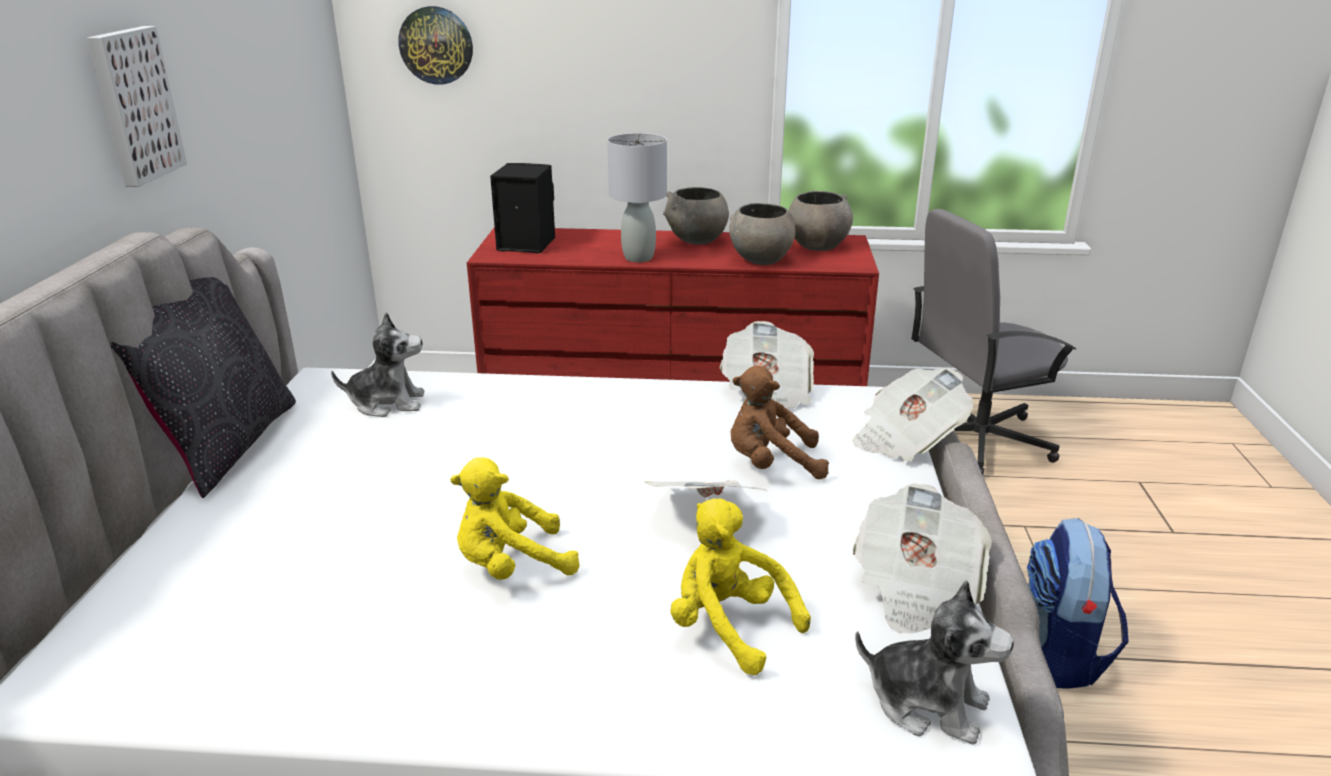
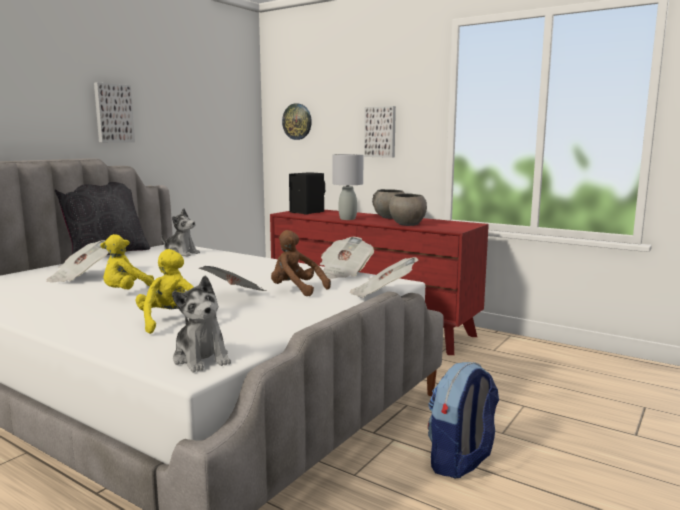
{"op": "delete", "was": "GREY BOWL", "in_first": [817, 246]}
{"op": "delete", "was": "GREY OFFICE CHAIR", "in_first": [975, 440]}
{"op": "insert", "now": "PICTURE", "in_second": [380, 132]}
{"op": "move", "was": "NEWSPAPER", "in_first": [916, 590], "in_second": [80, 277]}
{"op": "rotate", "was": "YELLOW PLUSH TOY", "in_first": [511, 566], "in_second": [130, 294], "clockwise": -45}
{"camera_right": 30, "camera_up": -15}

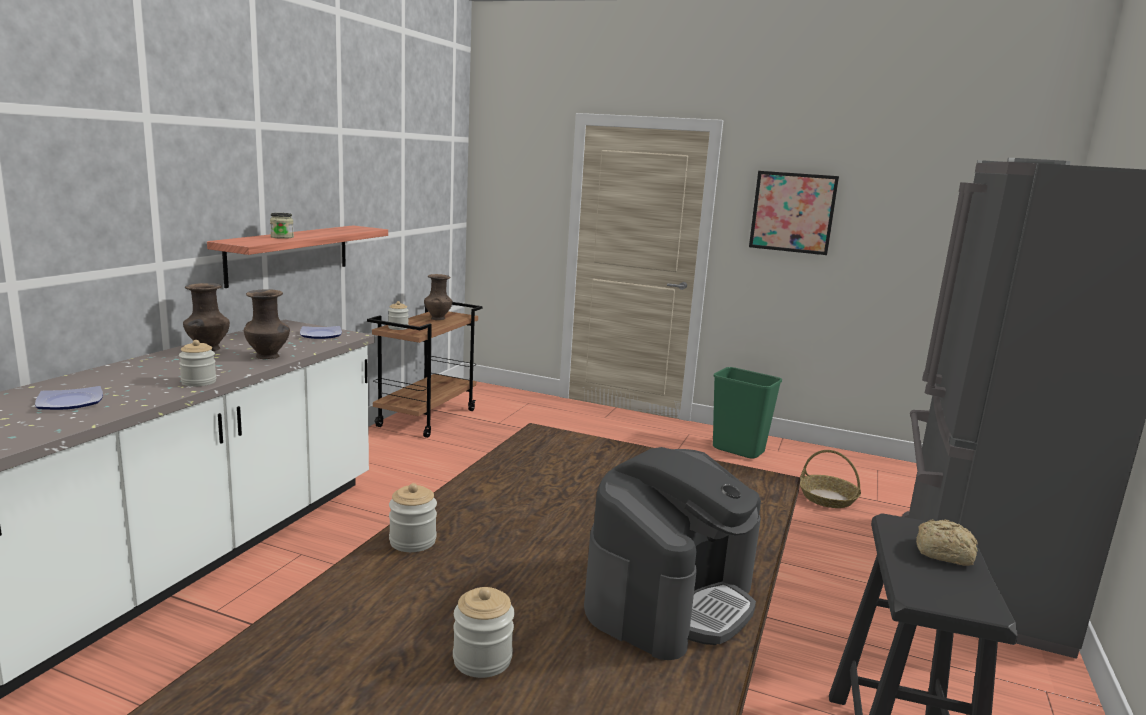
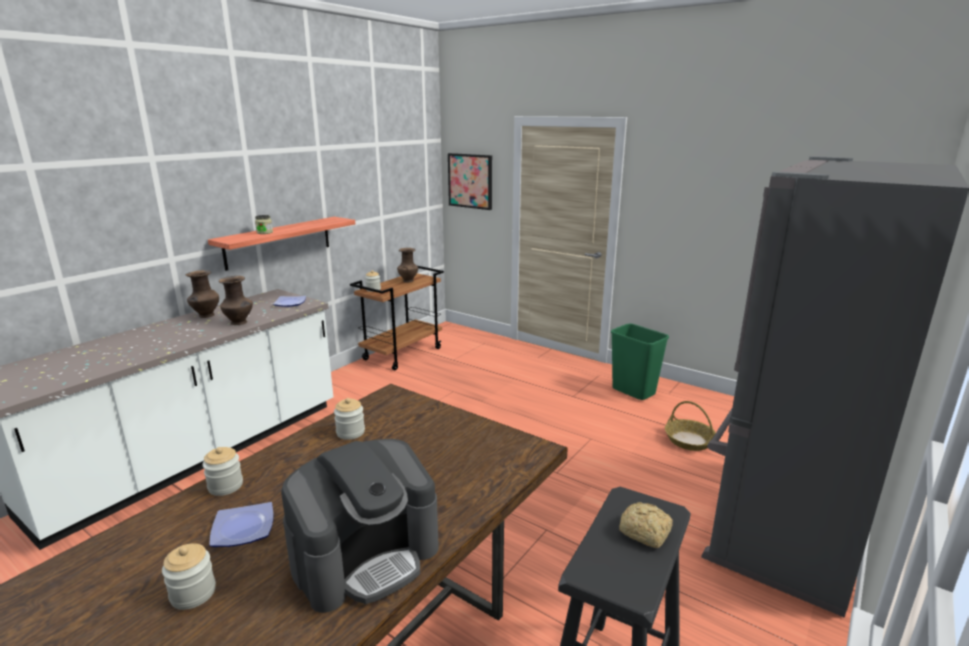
{"op": "move", "was": "PLATE", "in_first": [71, 403], "in_second": [244, 529]}
{"op": "move", "was": "JAR", "in_first": [199, 382], "in_second": [350, 432]}
{"op": "move", "was": "PICTURE", "in_first": [793, 212], "in_second": [470, 181]}
{"camera_right": 15, "camera_up": 5}

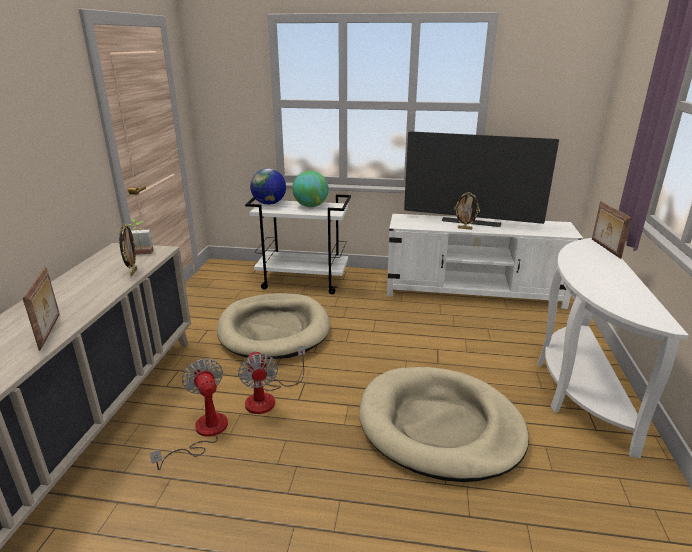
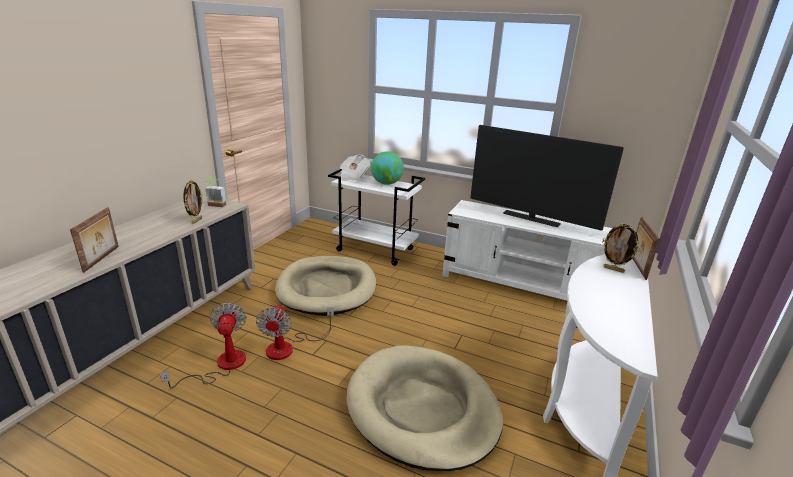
{"op": "move", "was": "PICTURE FRAME", "in_first": [465, 228], "in_second": [613, 269]}
{"op": "replace", "was": "GLOBE", "now": "NEWSPAPER", "in_first": [269, 204], "in_second": [353, 177]}
{"camera_right": 15, "camera_up": 0}

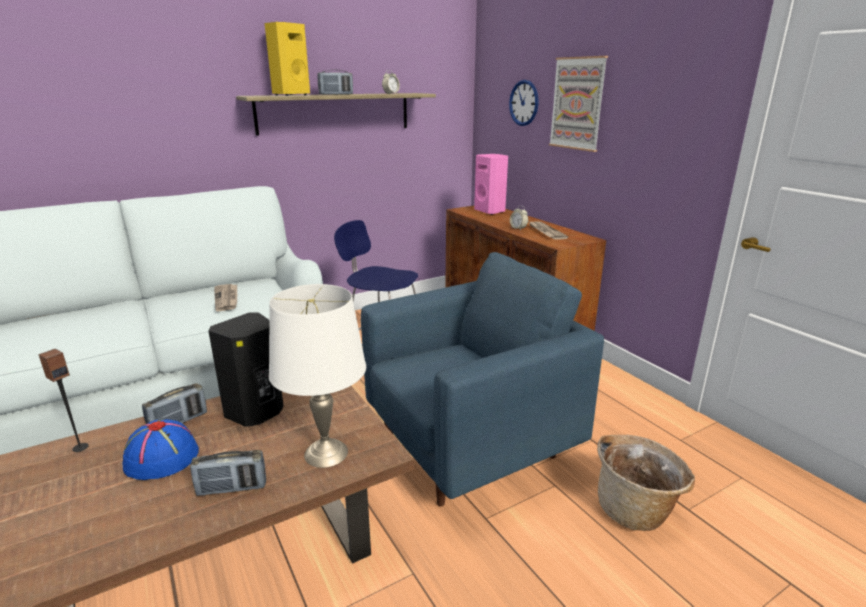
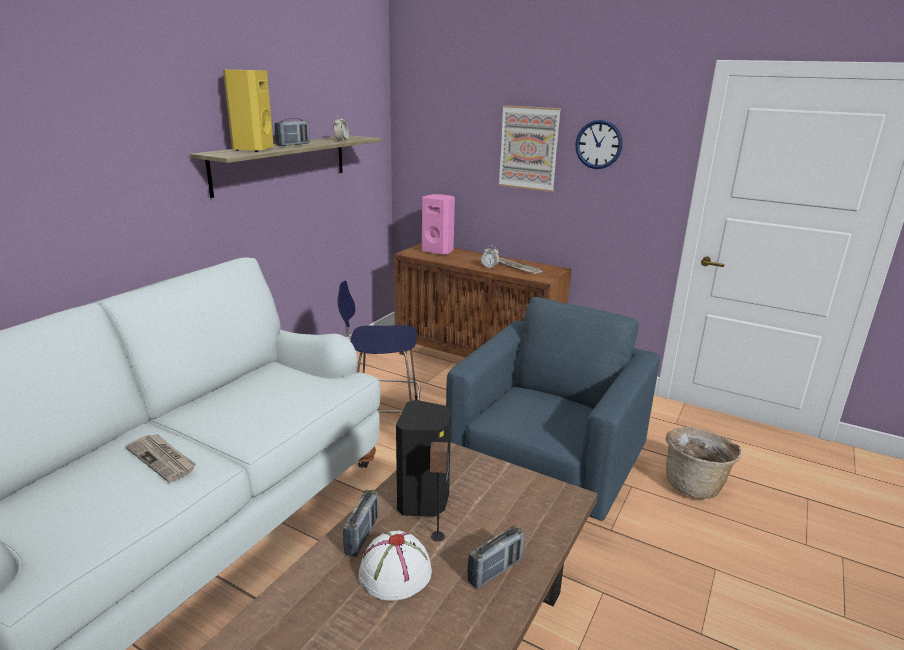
{"op": "delete", "was": "WHITE TABLE LAMP", "in_first": [327, 453]}
{"op": "move", "was": "SPEAKER", "in_first": [80, 447], "in_second": [437, 536]}
{"op": "move", "was": "NEWSPAPER", "in_first": [227, 298], "in_second": [162, 459]}
{"op": "move", "was": "WALL CLOCK", "in_first": [524, 103], "in_second": [598, 144]}
{"op": "recolor", "was": "BLUE HAT", "now": "WHITE HAT", "in_first": [161, 458], "in_second": [394, 573]}
{"camera_right": -30, "camera_up": 0}

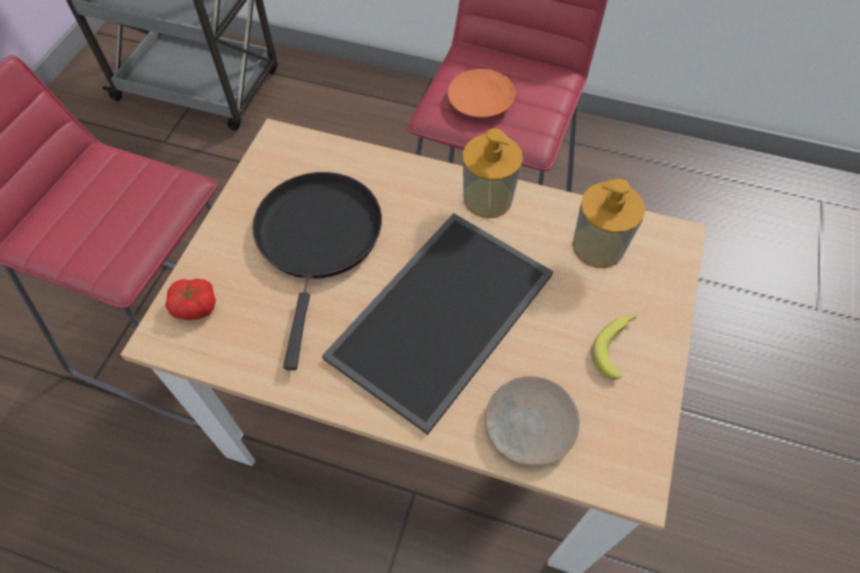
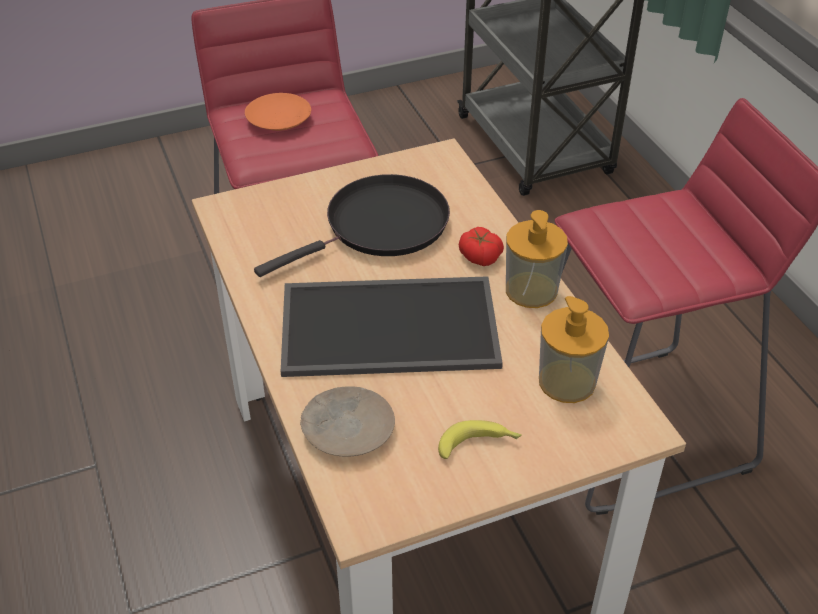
{"op": "move", "was": "TOMATO", "in_first": [195, 306], "in_second": [480, 256]}
{"op": "move", "was": "ORANGE PLATE", "in_first": [481, 100], "in_second": [279, 119]}
{"camera_right": 50, "camera_up": -15}

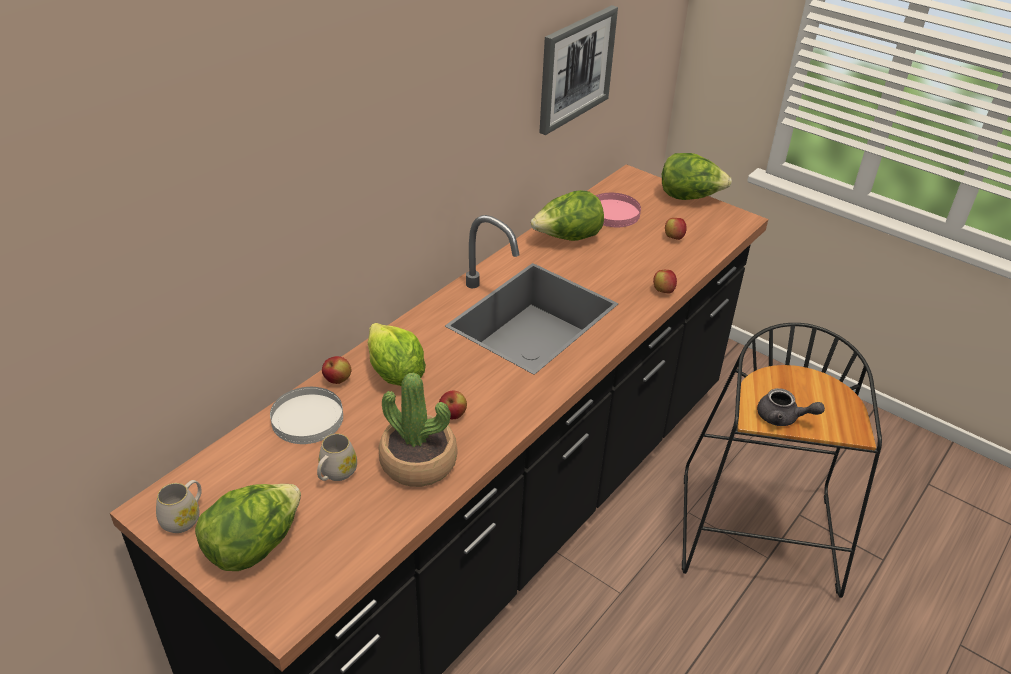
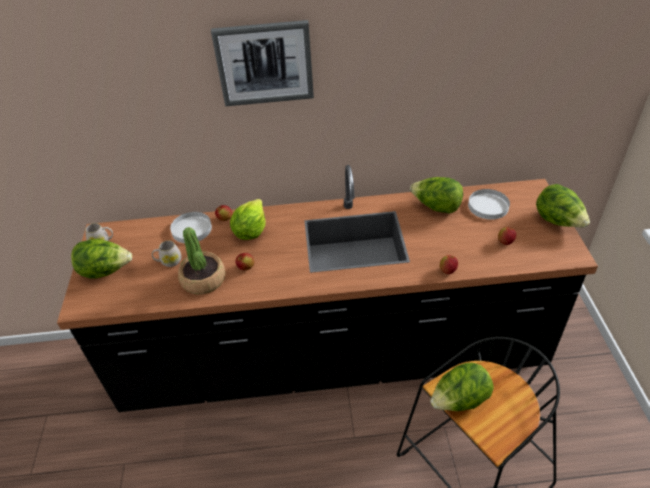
{"op": "move", "was": "PICTURE", "in_first": [575, 68], "in_second": [264, 63]}
{"op": "replace", "was": "GREY TEAPOT", "now": "LETTUCE", "in_first": [783, 418], "in_second": [459, 400]}
{"op": "recolor", "was": "PINK PLATE", "now": "WHITE PLATE", "in_first": [613, 213], "in_second": [488, 206]}
{"camera_right": 50, "camera_up": 5}

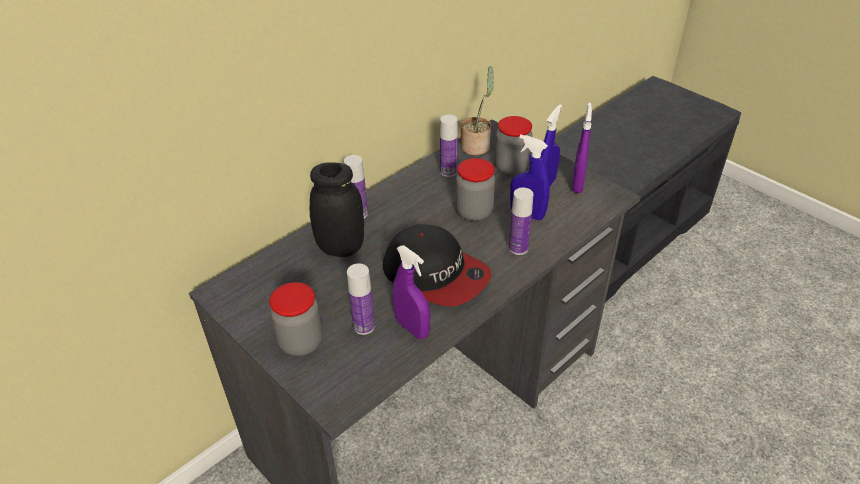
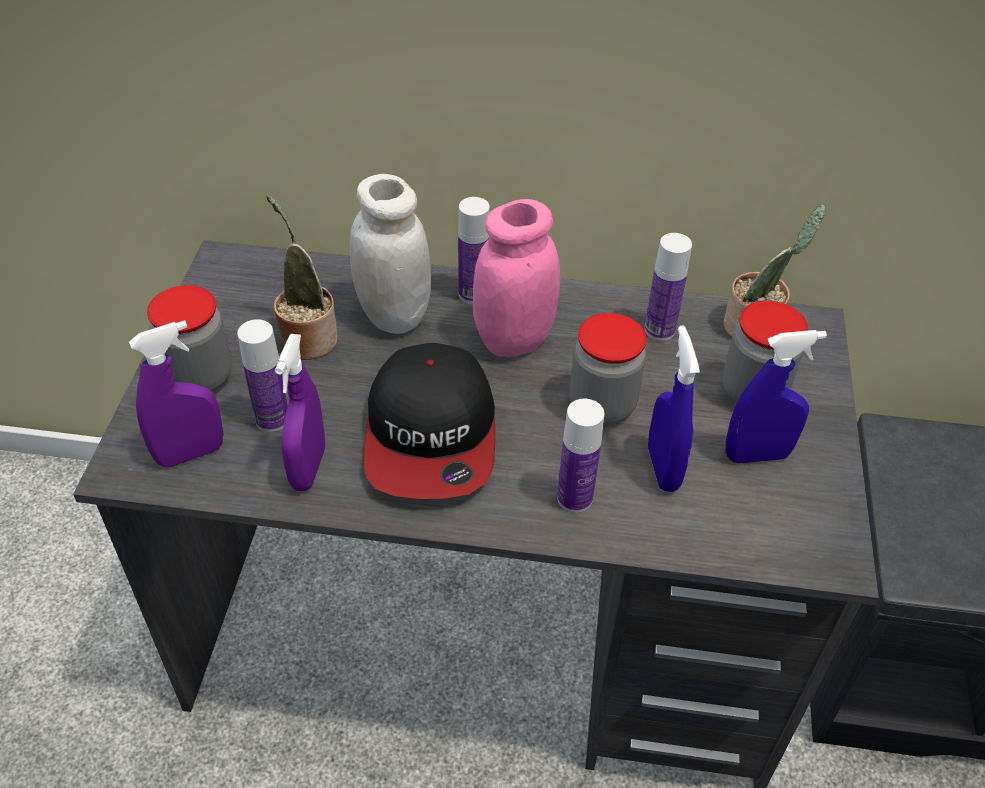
{"op": "insert", "now": "POTTED PLANT", "in_second": [307, 337]}
{"op": "insert", "now": "PINK JAR", "in_second": [514, 339]}
{"op": "move", "was": "PURPLE SPRAY BOTTLE", "in_first": [577, 184], "in_second": [190, 453]}
{"op": "recolor", "was": "BLACK JAR", "now": "WHITE JAR", "in_first": [341, 247], "in_second": [393, 315]}
{"camera_right": 50, "camera_up": 5}

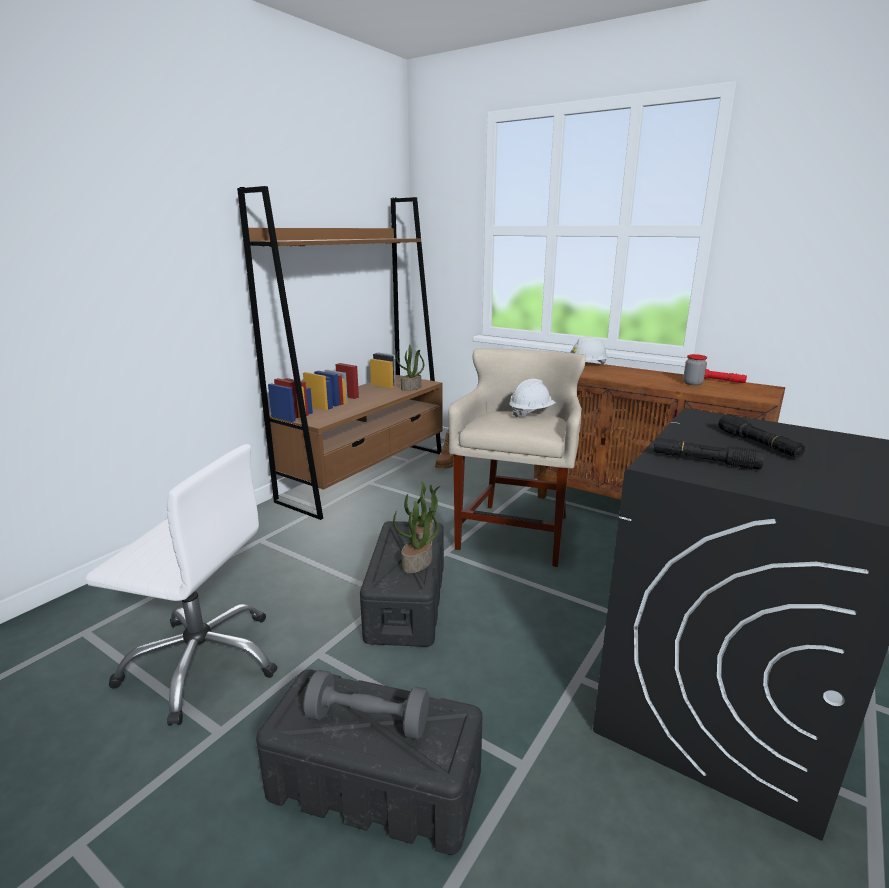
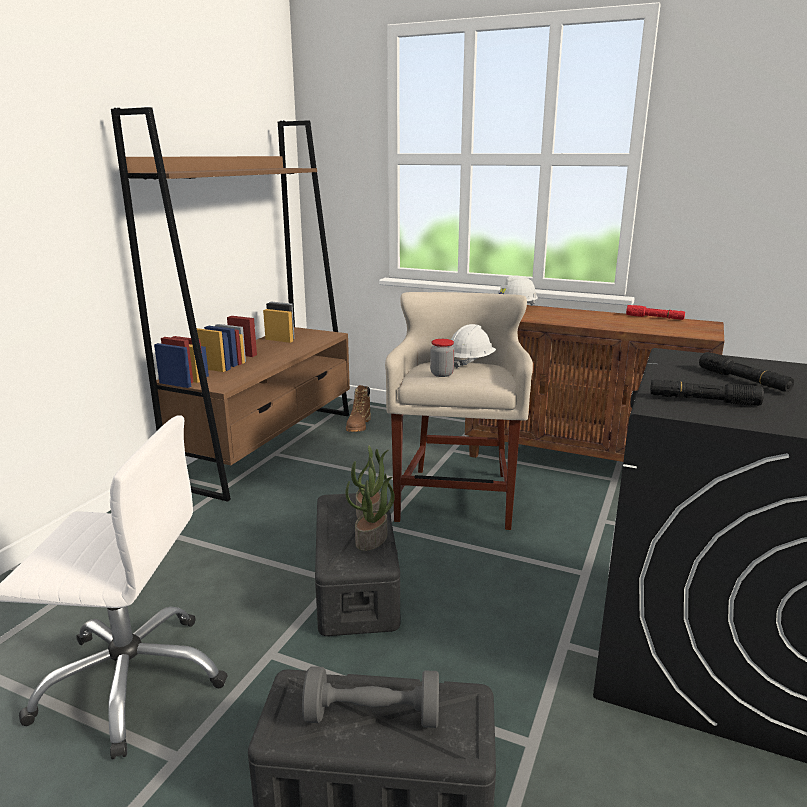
{"op": "delete", "was": "POTTED PLANT", "in_first": [411, 388]}
{"op": "move", "was": "JAR", "in_first": [692, 383], "in_second": [442, 374]}
{"camera_right": -10, "camera_up": 0}

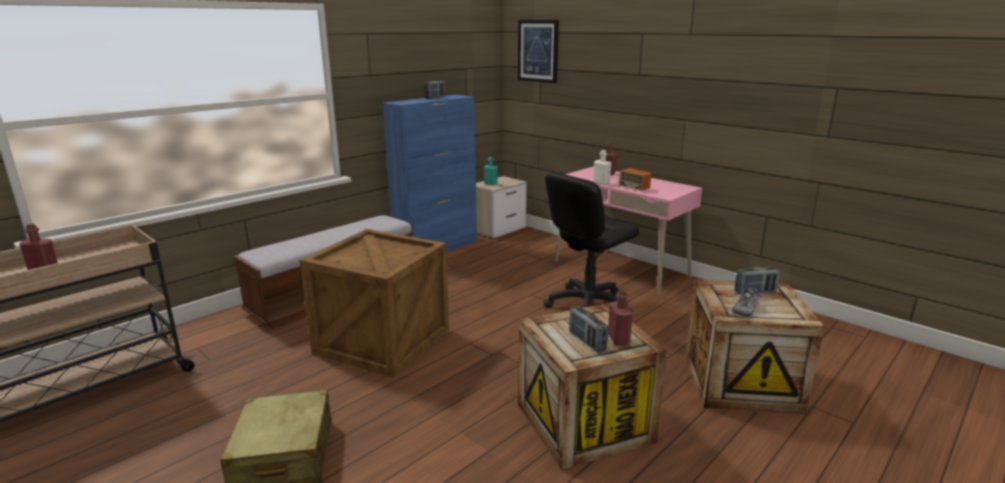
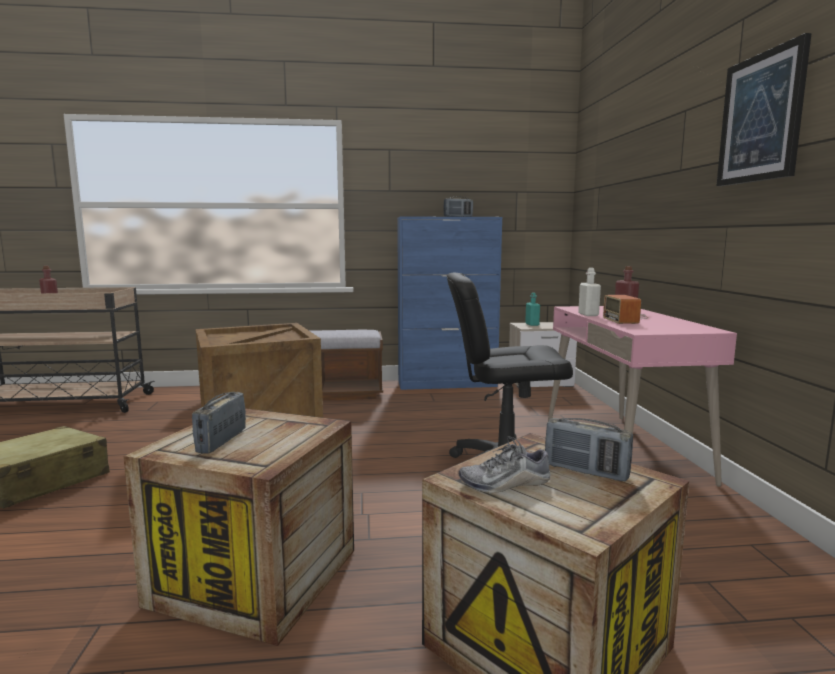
{"op": "delete", "was": "RED BOTTLE", "in_first": [618, 339]}
{"op": "move", "was": "PICTURE", "in_first": [538, 51], "in_second": [761, 118]}
{"camera_right": 40, "camera_up": -10}

